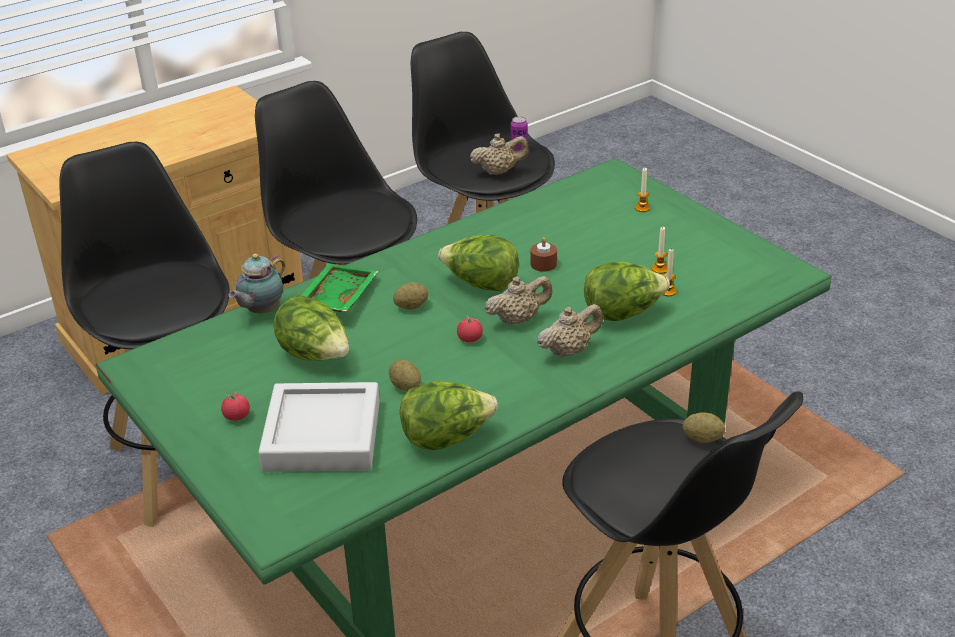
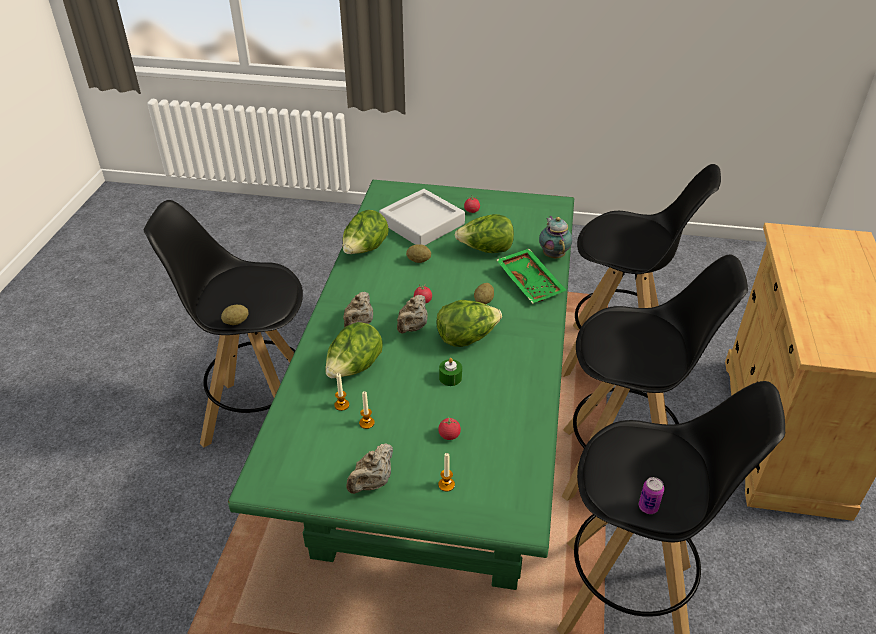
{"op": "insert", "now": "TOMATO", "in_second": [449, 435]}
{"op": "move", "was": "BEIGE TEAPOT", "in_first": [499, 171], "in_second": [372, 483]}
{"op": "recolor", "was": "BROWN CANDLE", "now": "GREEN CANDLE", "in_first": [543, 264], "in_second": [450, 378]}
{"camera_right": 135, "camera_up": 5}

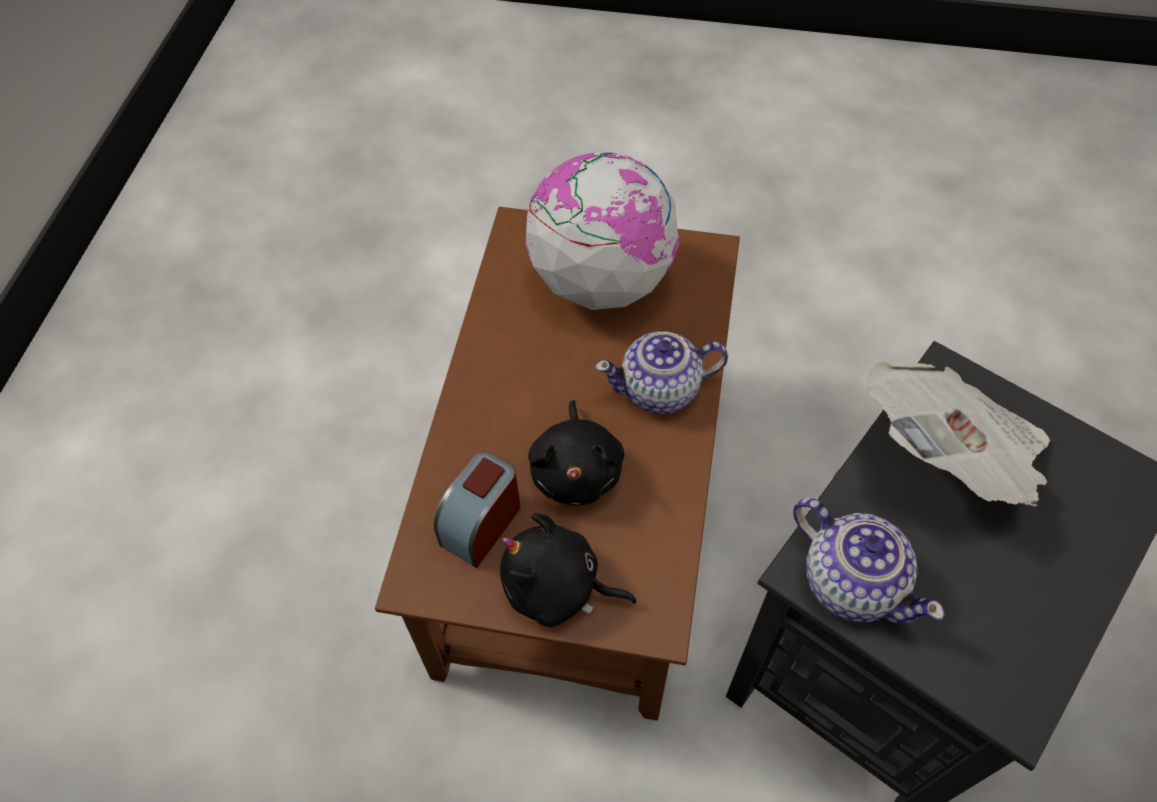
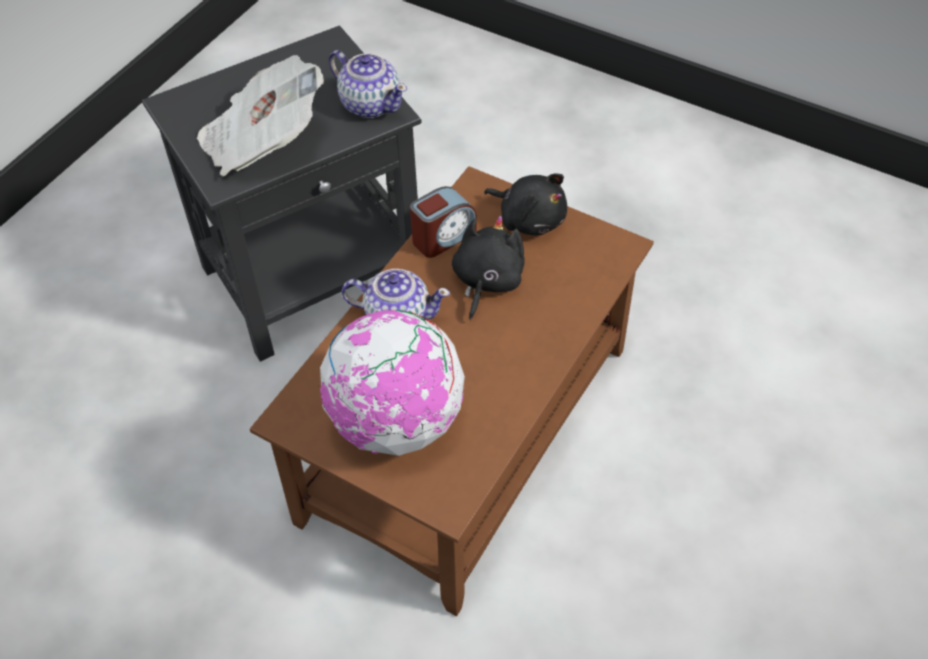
{"op": "move", "was": "ALARM CLOCK", "in_first": [481, 523], "in_second": [443, 237]}
{"op": "rotate", "was": "TEAPOT", "in_first": [851, 581], "in_second": [370, 104], "clockwise": 150}
{"camera_right": -160, "camera_up": -5}

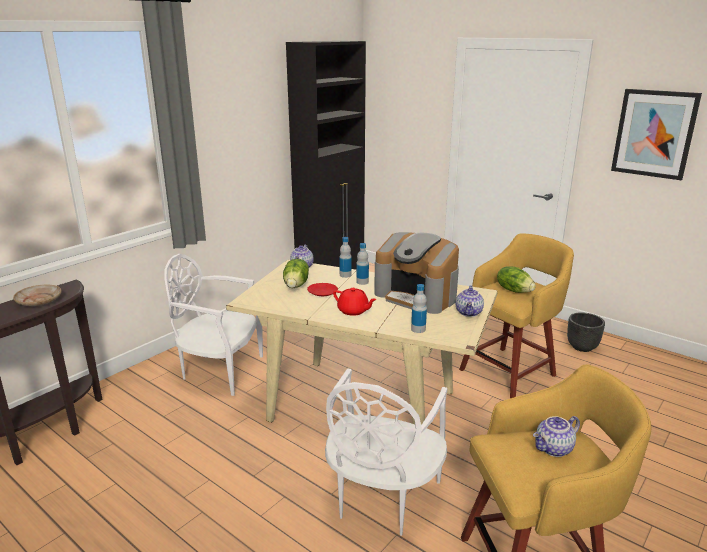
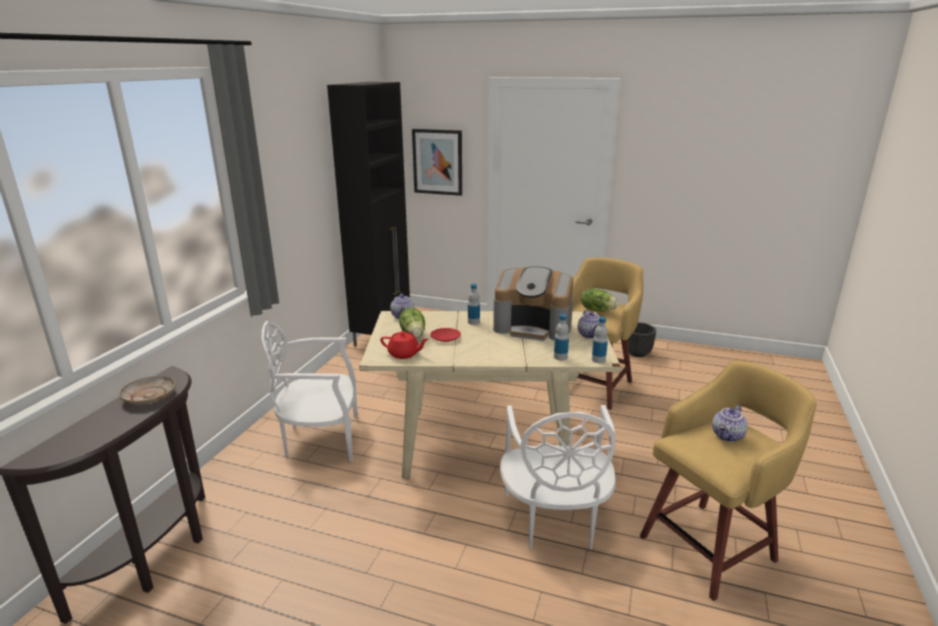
{"op": "move", "was": "RED TEAPOT", "in_first": [353, 311], "in_second": [404, 354]}
{"op": "move", "was": "BOTTLE", "in_first": [345, 275], "in_second": [598, 360]}
{"op": "move", "was": "PICTURE", "in_first": [654, 133], "in_second": [437, 162]}
{"camera_right": -20, "camera_up": 0}

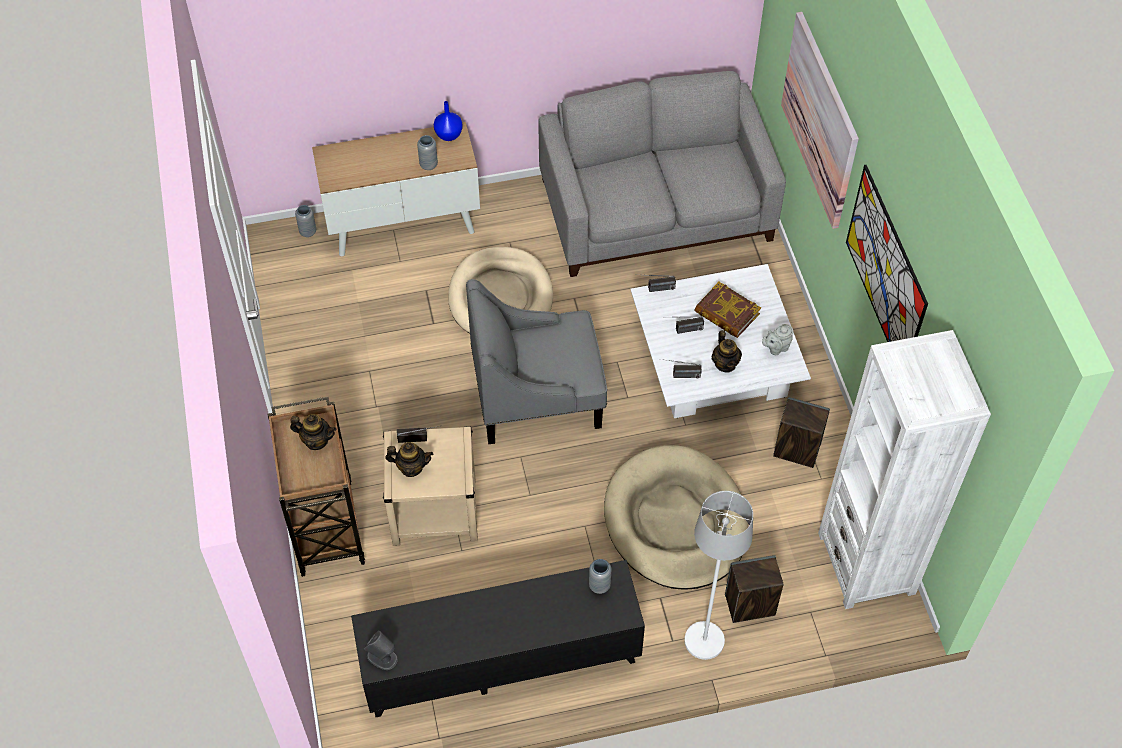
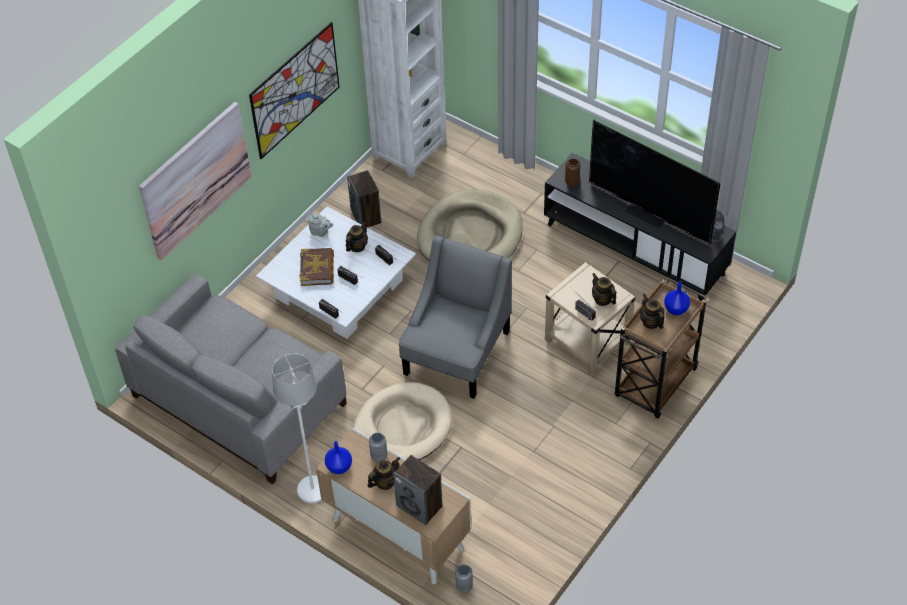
{"op": "insert", "now": "TEAPOT", "in_second": [385, 482]}
{"op": "insert", "now": "TELEVISION", "in_second": [648, 213]}
{"op": "insert", "now": "BLUE VASE", "in_second": [676, 309]}
{"op": "move", "was": "WHITE FLOOR LAMP", "in_first": [704, 640], "in_second": [312, 490]}
{"op": "move", "was": "SPEAKER", "in_first": [749, 605], "in_second": [420, 506]}
{"op": "recolor", "was": "GREY VASE", "now": "BROWN VASE", "in_first": [599, 585], "in_second": [572, 182]}
{"op": "rotate", "was": "GREY ARMCHAIR", "in_first": [537, 396], "in_second": [457, 353], "clockwise": -105}
{"camera_right": -130, "camera_up": -5}

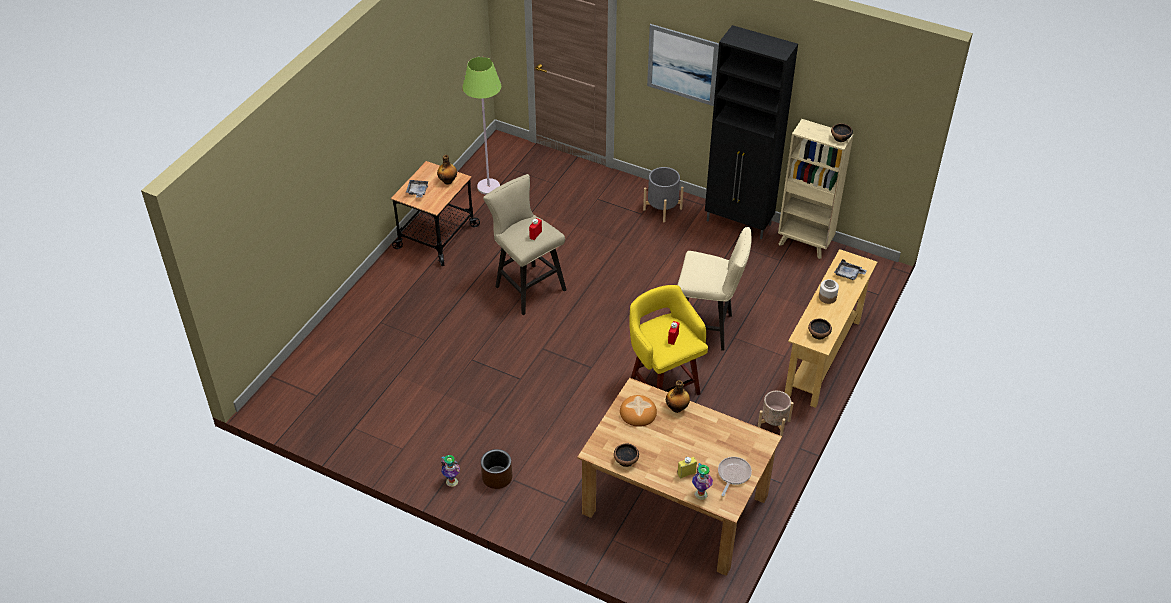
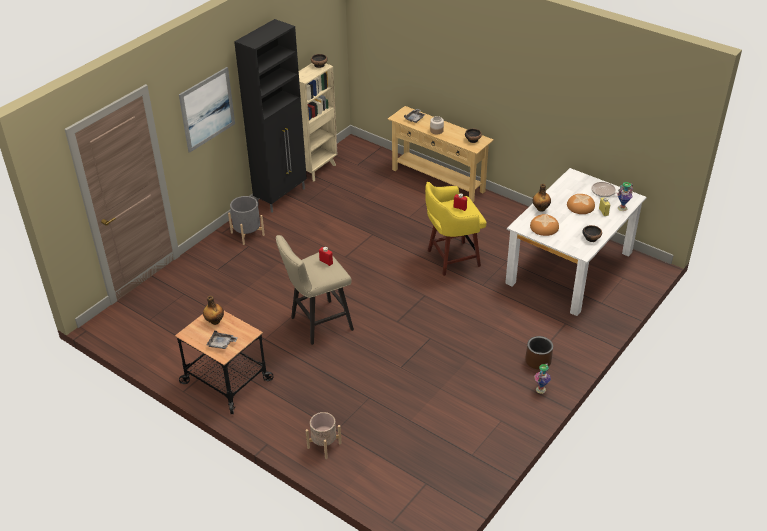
{"op": "delete", "was": "GREEN FLOOR LAMP", "in_first": [488, 187]}
{"op": "delete", "was": "BEIGE STOOL", "in_first": [707, 329]}
{"op": "insert", "now": "BREAD", "in_second": [580, 206]}
{"op": "move", "was": "BEIGE PLANTER", "in_first": [773, 425], "in_second": [324, 445]}
{"op": "recolor", "was": "BROWN DINING TABLE", "now": "WHITE DINING TABLE", "in_first": [674, 505], "in_second": [570, 268]}
{"camera_right": -80, "camera_up": -5}

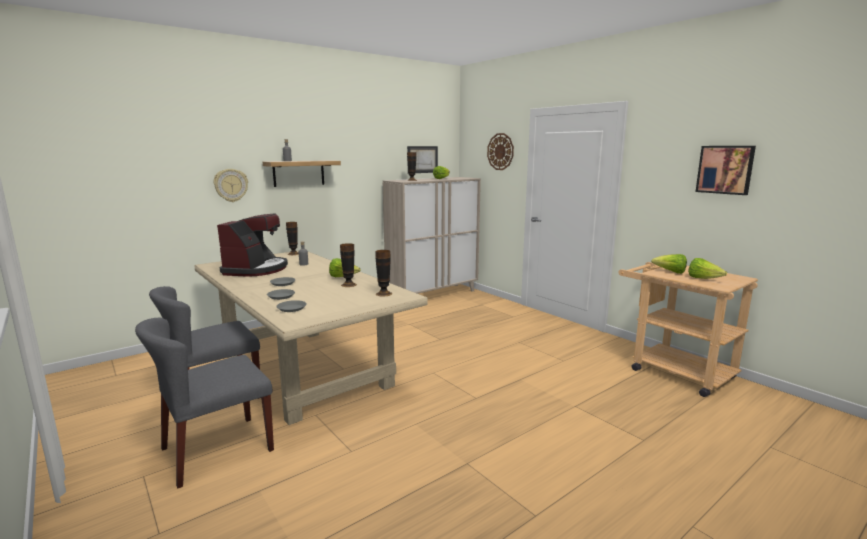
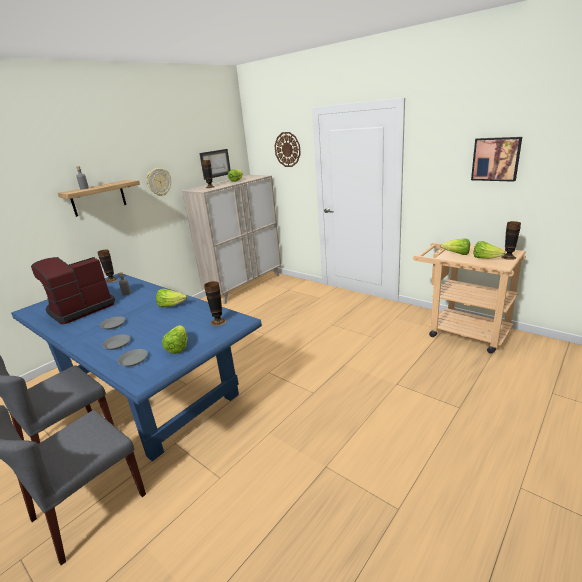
{"op": "insert", "now": "LETTUCE", "in_second": [178, 347]}
{"op": "move", "was": "WALL CLOCK", "in_first": [231, 185], "in_second": [159, 182]}
{"op": "move", "was": "VASE", "in_first": [348, 285], "in_second": [508, 257]}
{"op": "recolor", "was": "BEIGE DINING TABLE", "now": "BLUE DINING TABLE", "in_first": [305, 370], "in_second": [150, 393]}
{"op": "rotate", "was": "COFFEE MACHINE", "in_first": [256, 269], "in_second": [80, 309], "clockwise": -135}
{"camera_right": -10, "camera_up": 10}

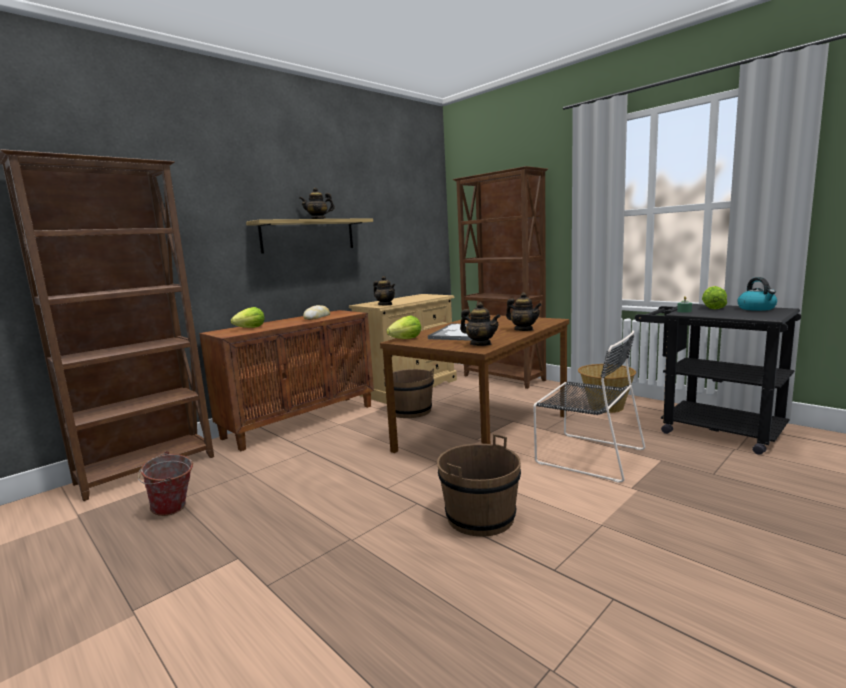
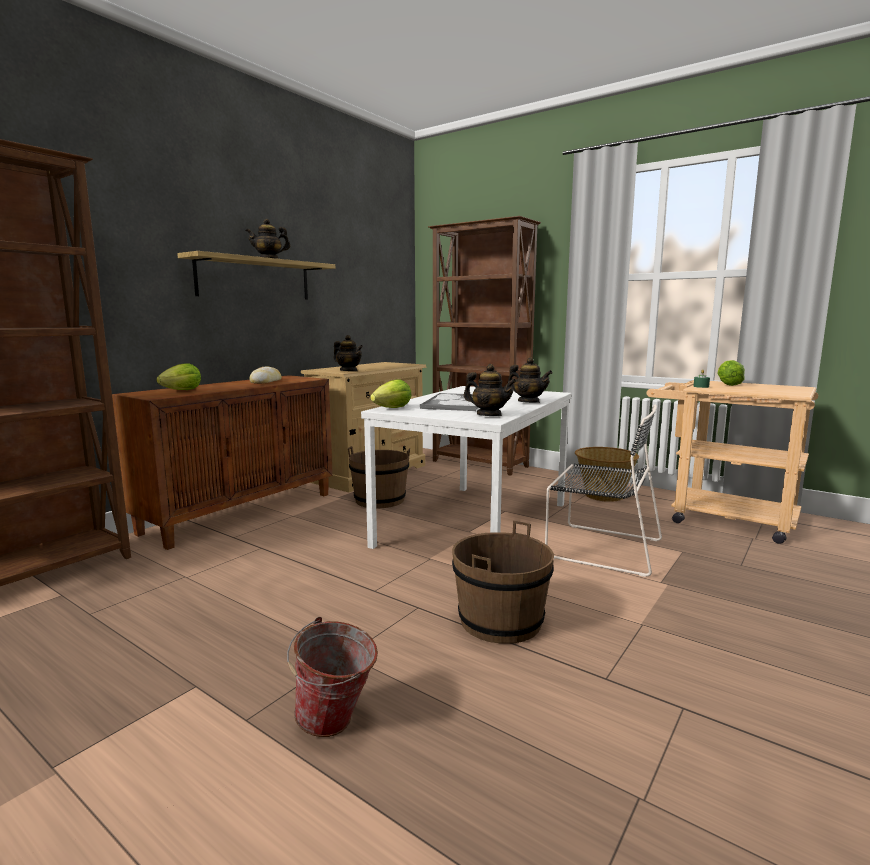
{"op": "delete", "was": "KETTLE", "in_first": [757, 308]}
{"op": "move", "was": "BUCKET", "in_first": [172, 511], "in_second": [335, 725]}
{"op": "recolor", "was": "BROWN DINING TABLE", "now": "WHITE DINING TABLE", "in_first": [484, 432], "in_second": [475, 523]}
{"op": "recolor", "was": "BLACK CART", "now": "BEIGE CART", "in_first": [709, 429], "in_second": [720, 518]}
{"camera_right": -10, "camera_up": 0}

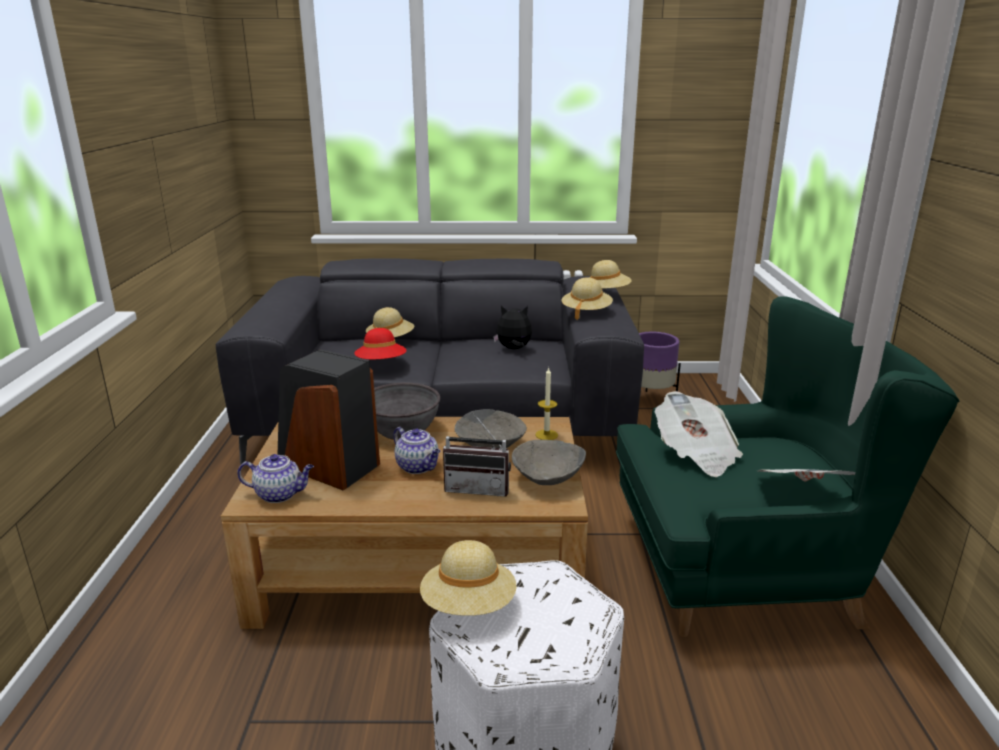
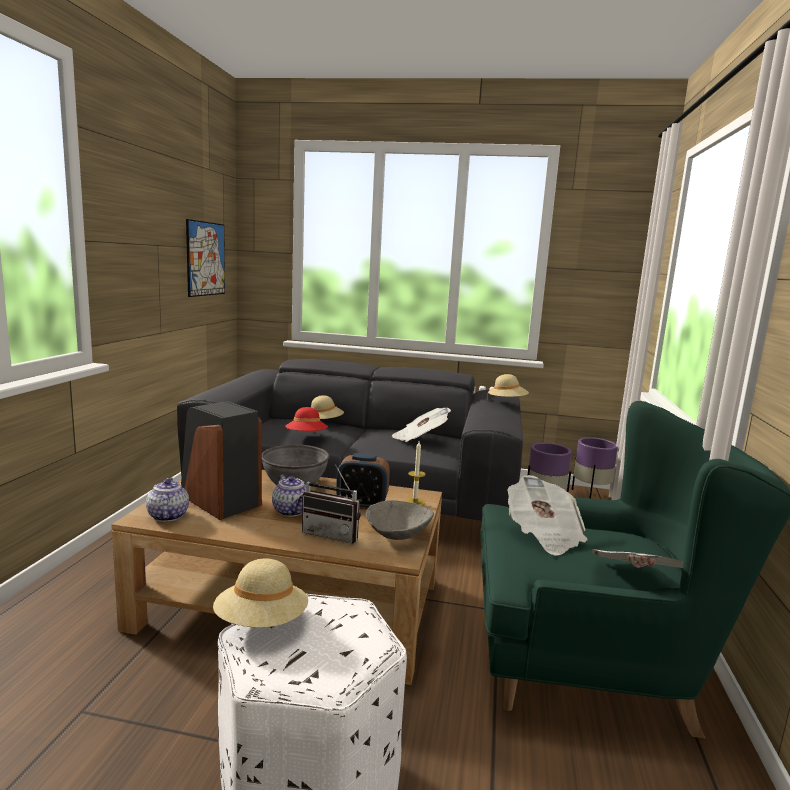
{"op": "delete", "was": "BEIGE HAT", "in_first": [586, 312]}
{"op": "insert", "now": "PICTURE", "in_second": [206, 259]}
{"op": "insert", "now": "PURPLE PLANTER", "in_second": [590, 496]}
{"op": "replace", "was": "GREY BOWL", "now": "ALARM CLOCK", "in_first": [491, 447], "in_second": [362, 505]}
{"op": "replace", "was": "PLUSH TOY", "now": "NEWSPAPER", "in_first": [513, 349], "in_second": [419, 439]}
{"op": "rotate", "was": "TEAPOT", "in_first": [280, 494], "in_second": [167, 515], "clockwise": -120}
{"camera_right": 10, "camera_up": -10}

